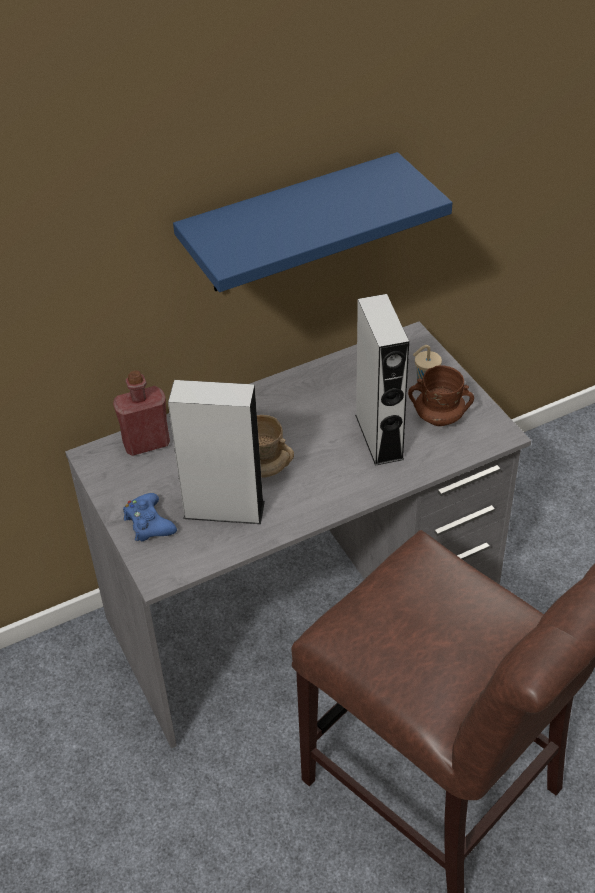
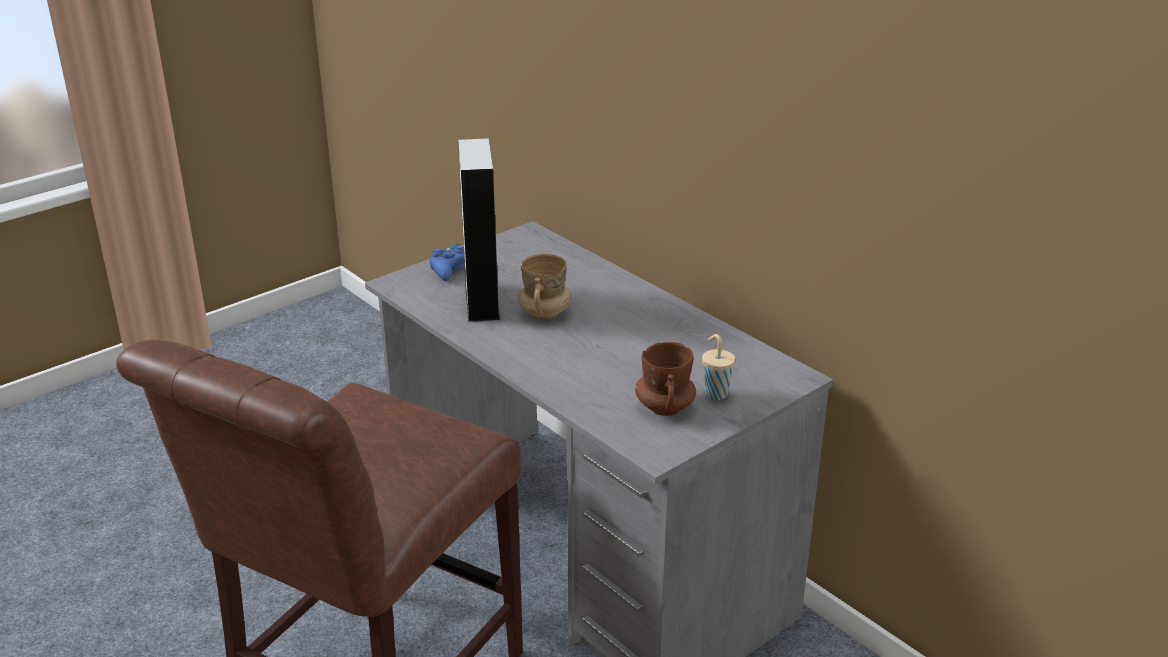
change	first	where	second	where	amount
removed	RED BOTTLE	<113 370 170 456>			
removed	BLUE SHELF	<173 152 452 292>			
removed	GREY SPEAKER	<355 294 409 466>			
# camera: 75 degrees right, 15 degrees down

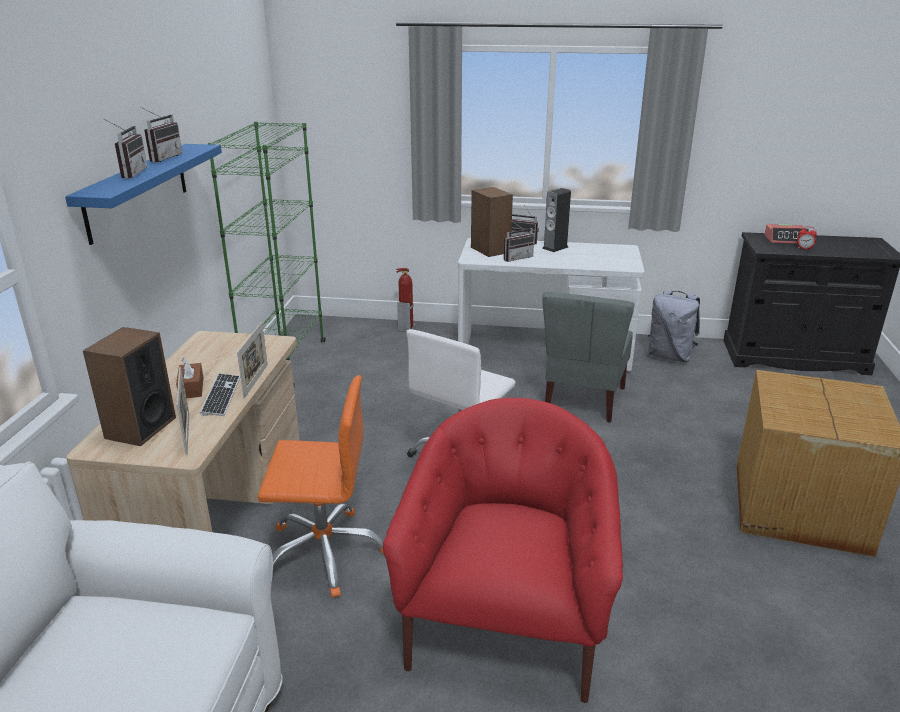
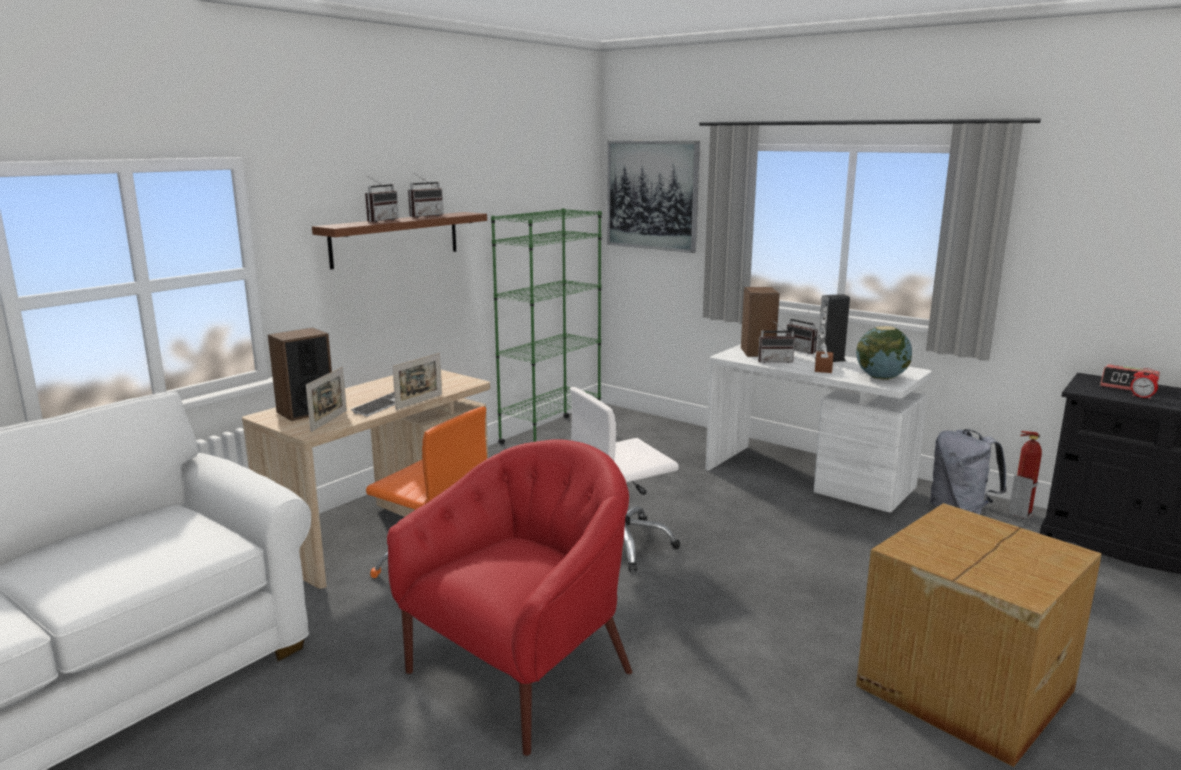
change	first	where	second	where	amount
removed	GREY CHAIR	<543 292 635 422>			
added			PICTURE	<607 141 700 253>	
added			GLOBE	<856 326 912 380>	
moved	BROWN TISSUE BOX	<176 358 204 398>		<815 343 833 373>	
moved	FIRE EXTINGUISHER	<396 268 416 332>		<1008 431 1042 520>	
recoloured	BLUE SHELF	<65 144 222 245>	BROWN SHELF	<312 212 487 269>	
# camera: 30 degrees right, 10 degrees down

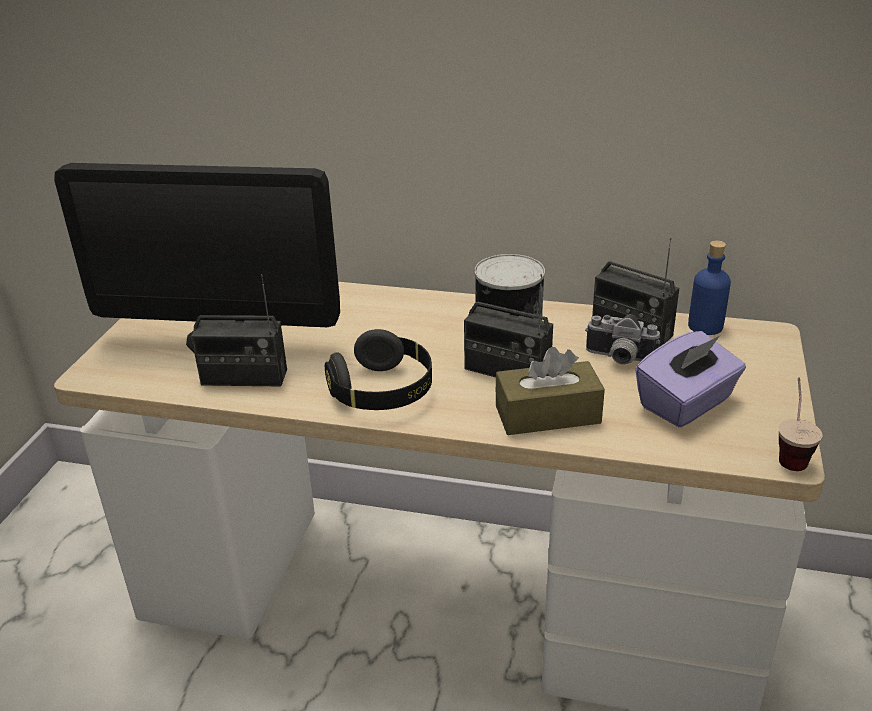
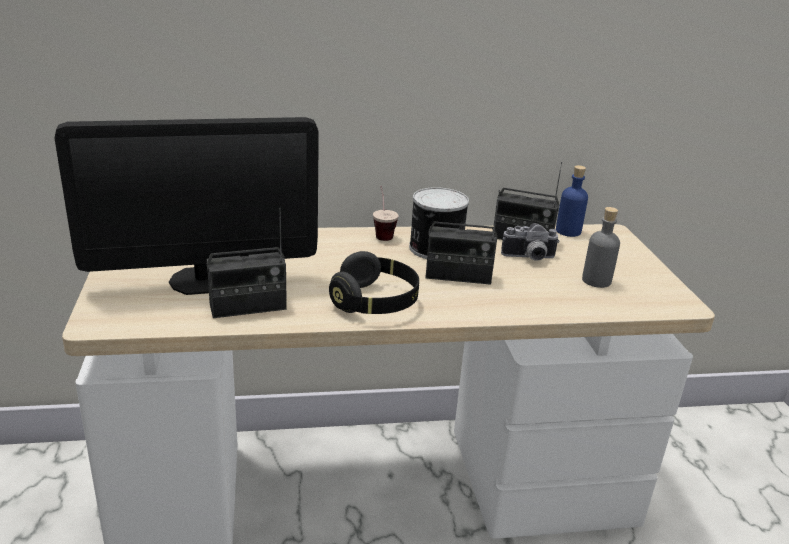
change	first	where	second	where	amount
removed	BROWN TISSUE BOX	<496 347 605 435>			
moved	CUP	<779 377 823 471>		<373 185 399 241>	
replaced	PURPLE TISSUE BOX	<635 331 746 427>	GREY BOTTLE	<582 207 620 288>	
# camera: 25 degrees left, 5 degrees down

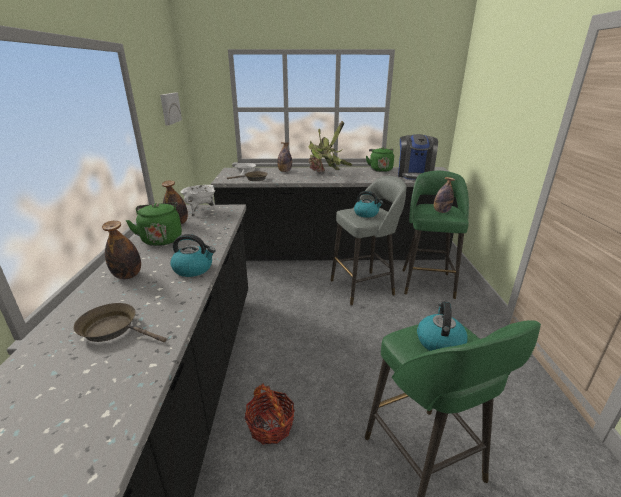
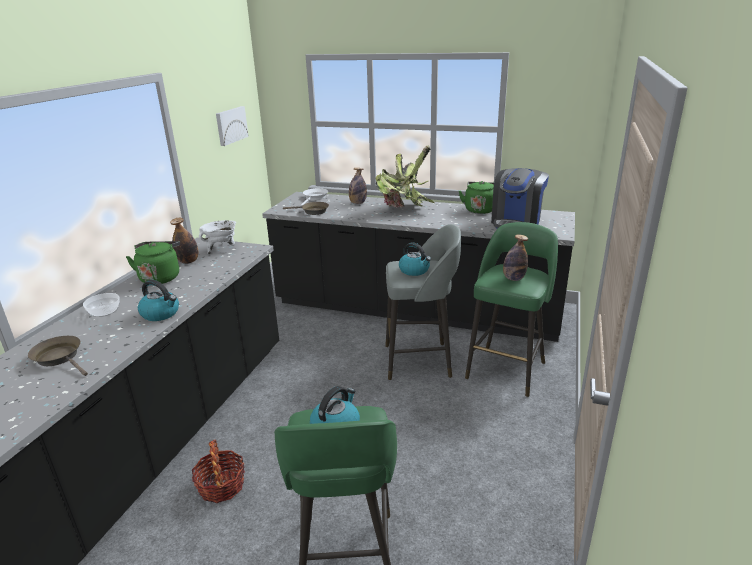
change	first	where	second	where	amount
replaced	BOTTLE	<102 221 141 279>	BOWL	<83 293 120 317>	
# camera: 20 degrees right, 0 degrees up

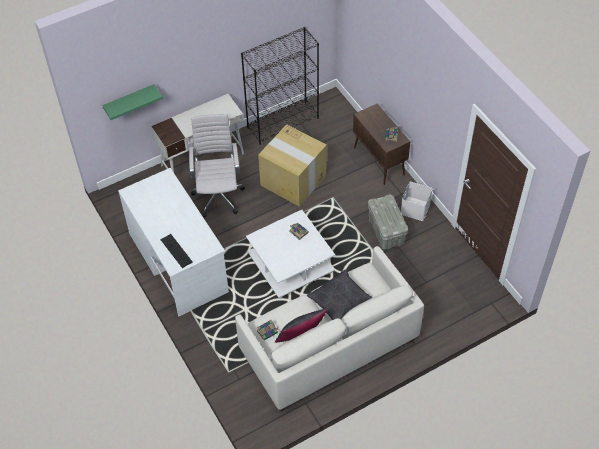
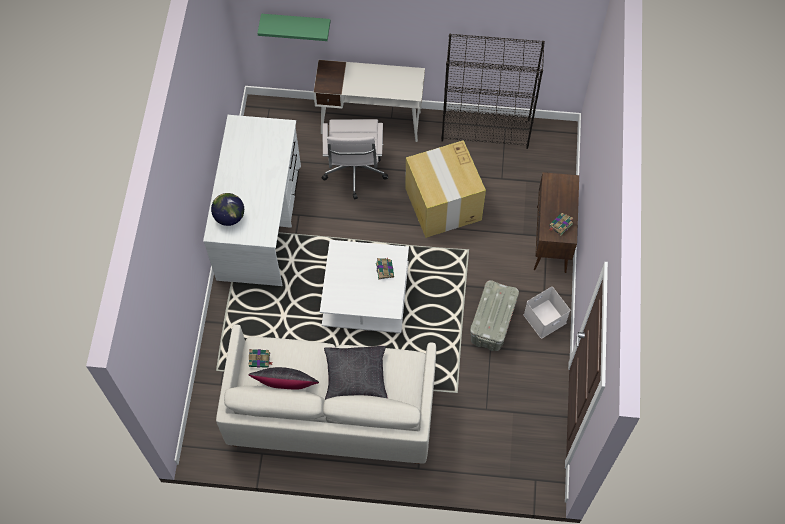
change	first	where	second	where	amount
replaced	KEYBOARD	<160 234 193 268>	GLOBE	<211 193 244 226>	
turned	WHITE OFFICE CHAIR	<189 114 245 217>		<322 119 388 200>	150 degrees clockwise
# camera: 35 degrees right, 10 degrees up

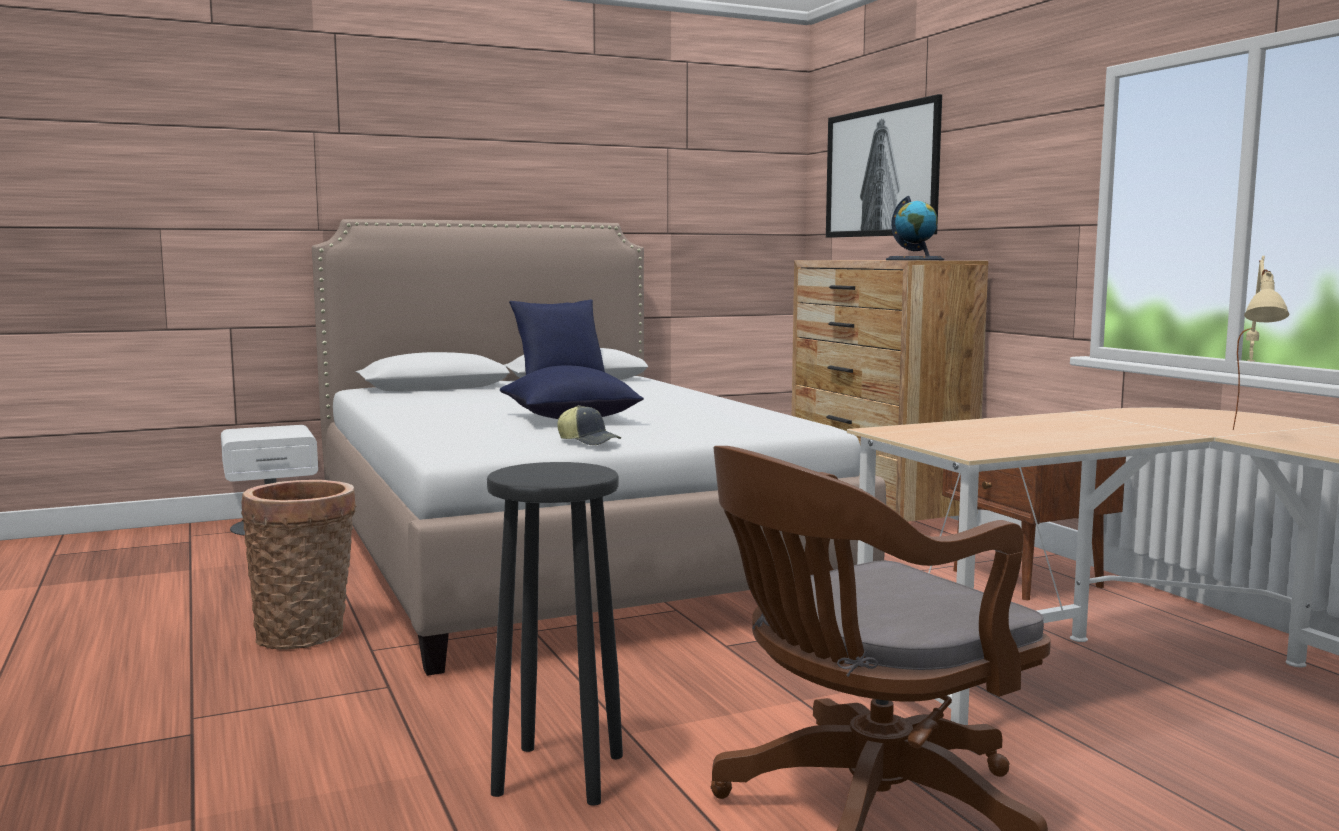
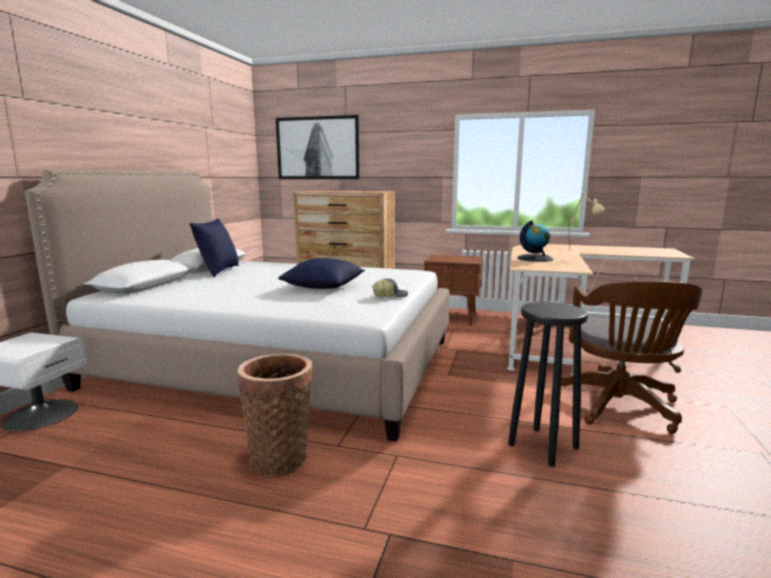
change	first	where	second	where	amount
moved	GLOBE	<886 196 944 260>		<517 220 554 262>	
# camera: 50 degrees left, 5 degrees up

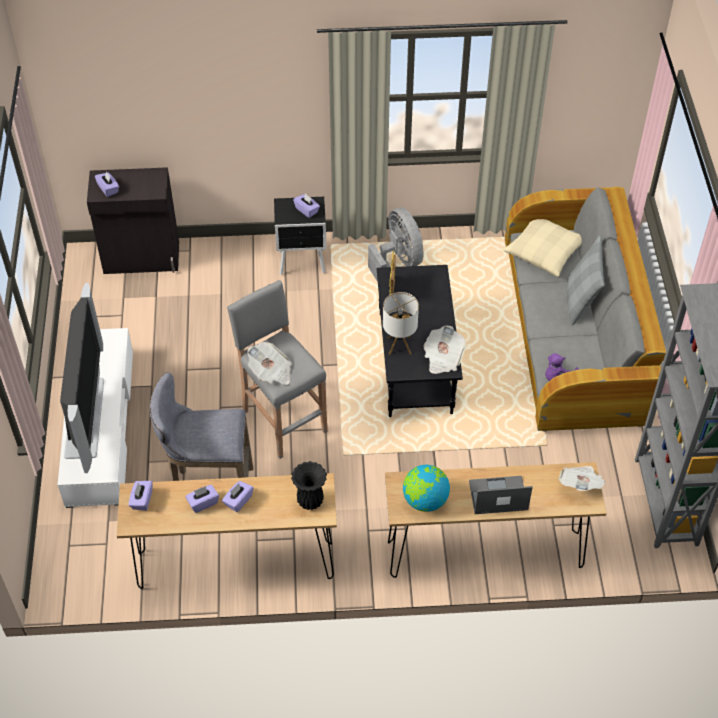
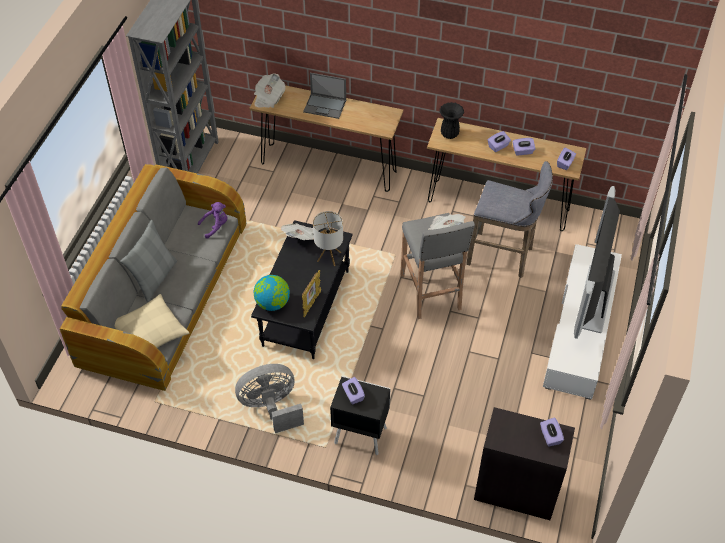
change	first	where	second	where	amount
moved	GLOBE	<403 465 450 512>		<254 275 290 311>	
turned	GREY FAN	<368 207 423 282>		<235 364 304 433>	75 degrees clockwise
# camera: 160 degrees left, 0 degrees up

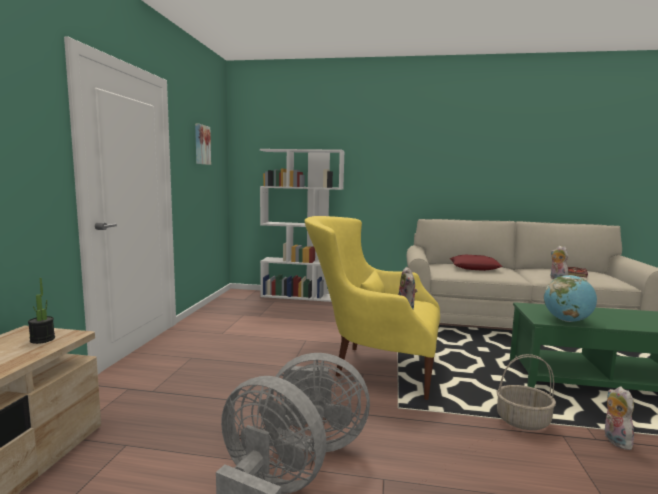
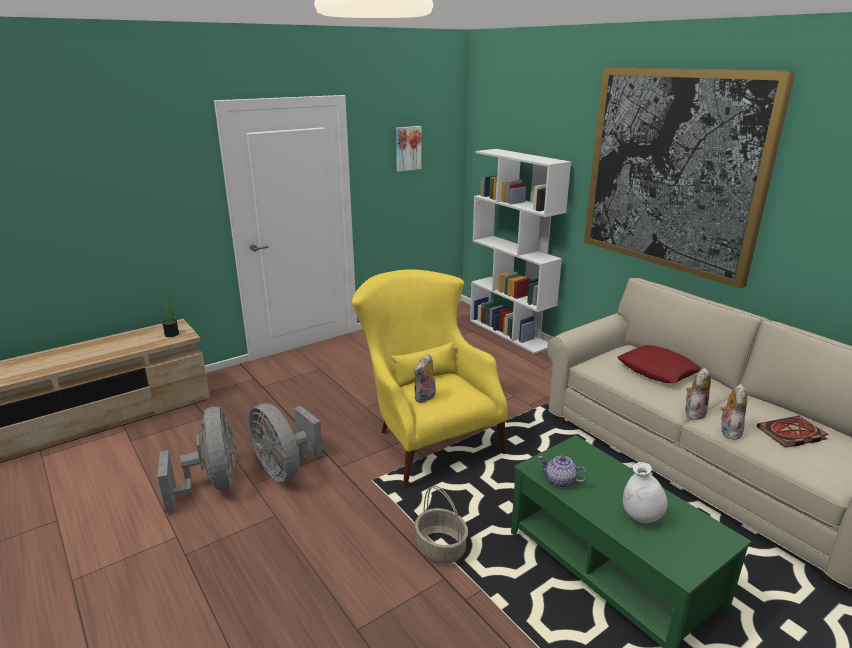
change	first	where	second	where	amount
added			PICTURE	<584 67 795 289>	
added			WHITE VASE	<623 462 667 523>	
moved	PLUSH TOY	<605 386 634 450>		<685 368 711 420>	
replaced	GLOBE	<544 275 597 322>	TEAPOT	<538 456 588 488>	
# camera: 45 degrees right, 15 degrees up

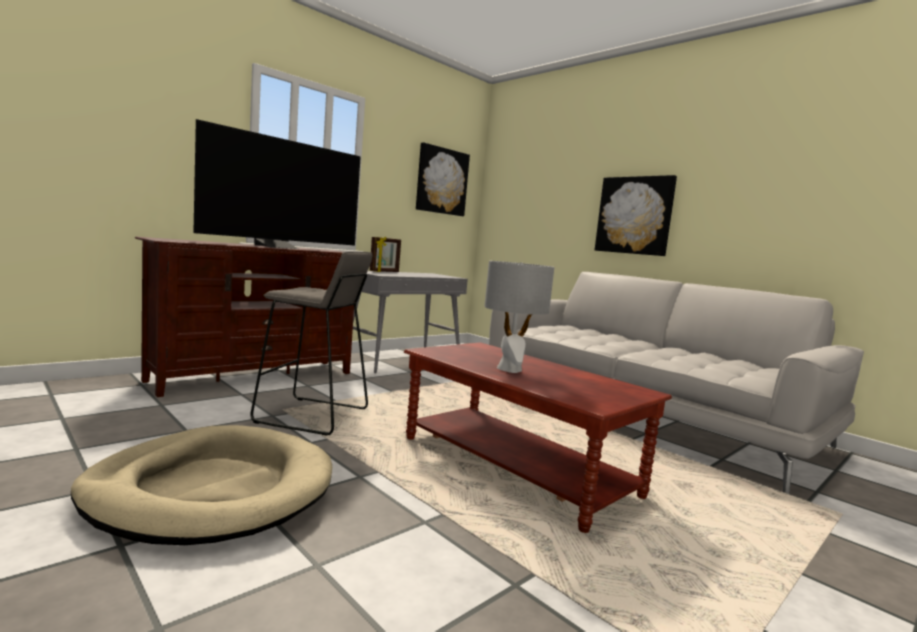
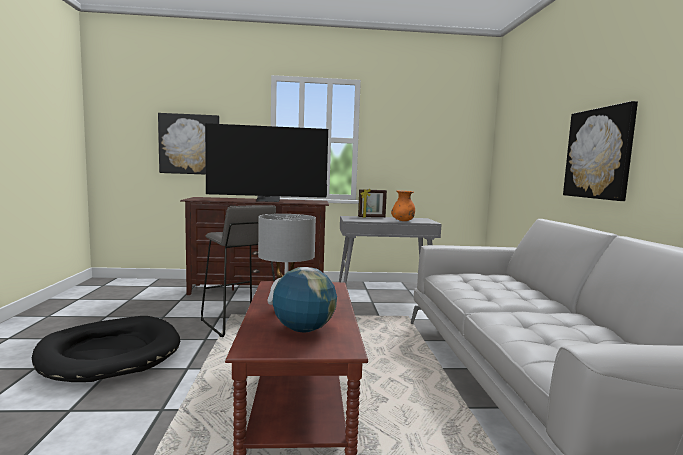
change	first	where	second	where	amount
added			GLOBE	<273 267 337 332>	
added			ORANGE VASE	<391 190 415 221>	
moved	PICTURE	<416 142 470 216>		<158 113 219 175>	
recoloured	BEIGE DOG BED	<71 425 332 545>	BLACK DOG BED	<32 316 180 382>	
# camera: 40 degrees right, 0 degrees up

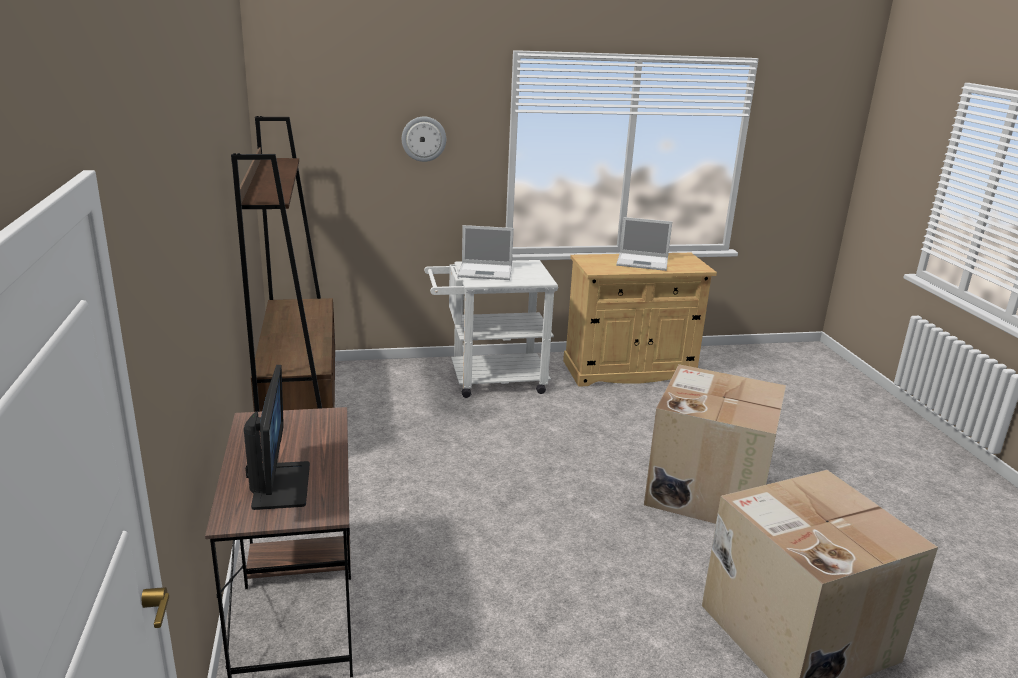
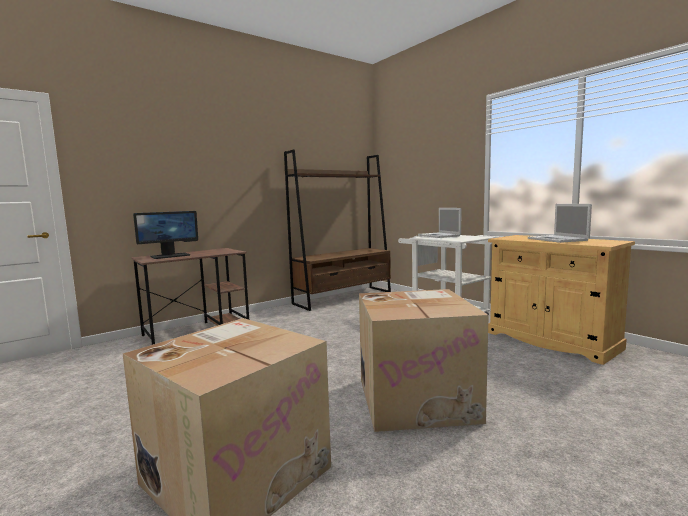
change	first	where	second	where	amount
removed	WALL CLOCK	<402 117 446 162>			
# camera: 65 degrees right, 15 degrees down

